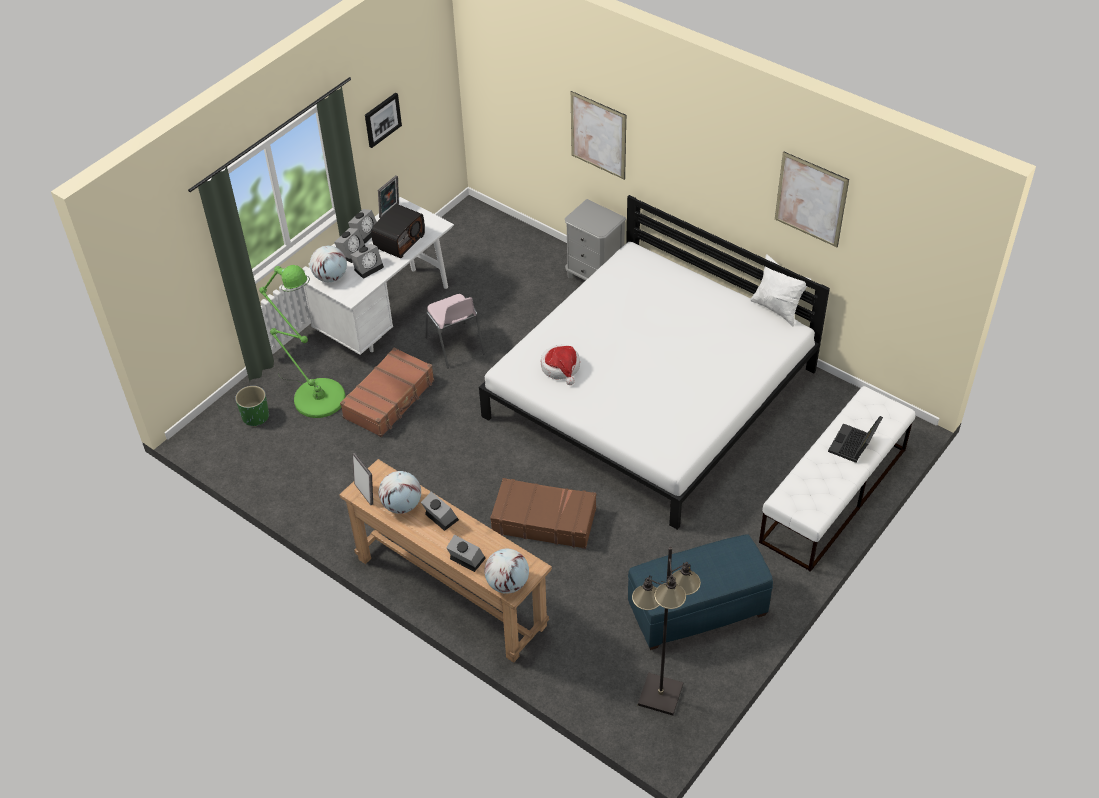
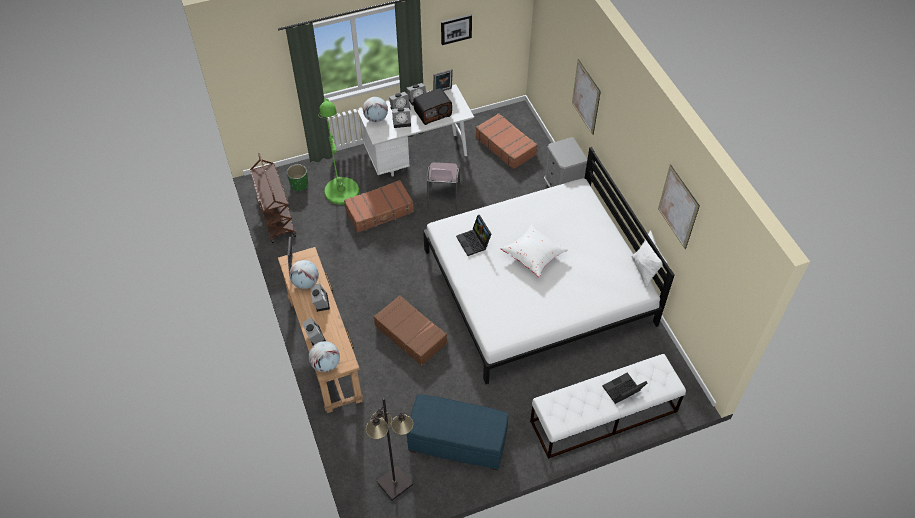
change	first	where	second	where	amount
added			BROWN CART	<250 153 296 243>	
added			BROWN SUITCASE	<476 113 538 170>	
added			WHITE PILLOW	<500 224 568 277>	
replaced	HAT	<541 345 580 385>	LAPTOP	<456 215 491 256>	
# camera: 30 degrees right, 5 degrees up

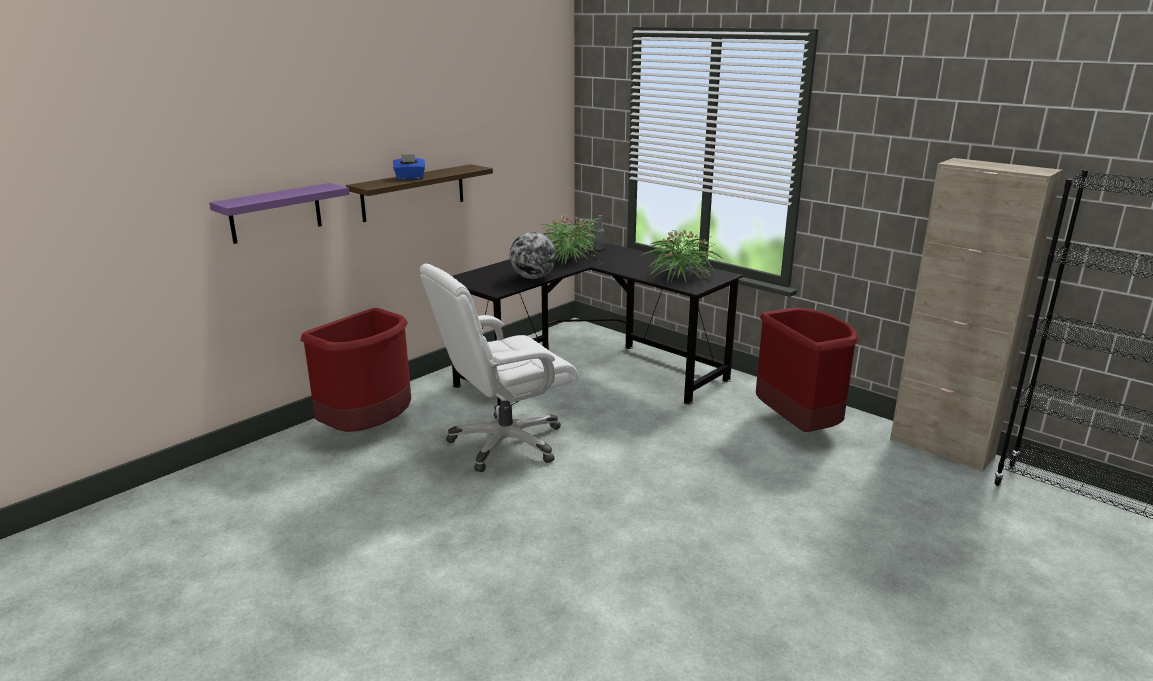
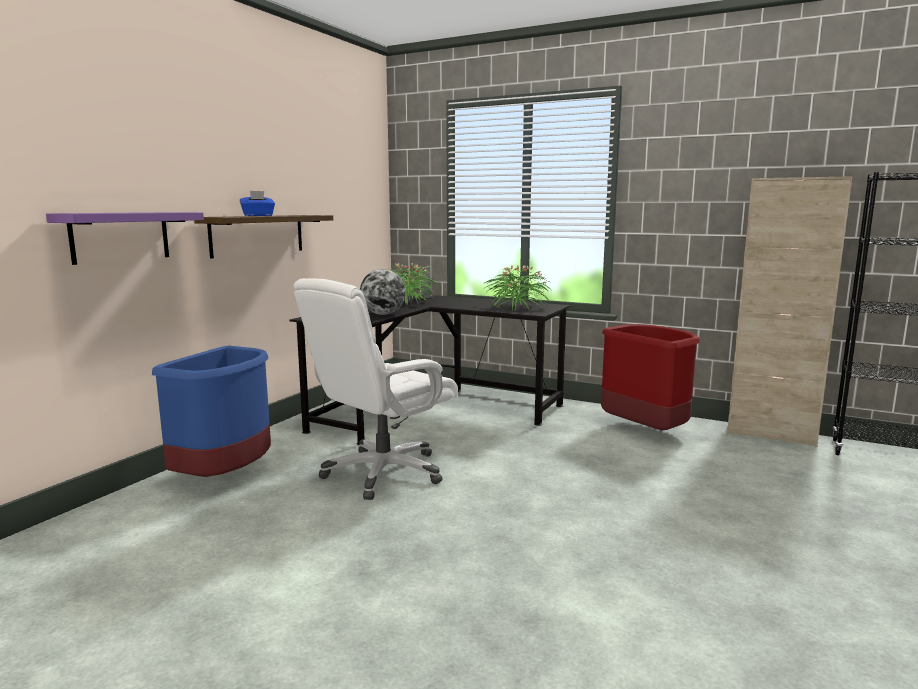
change	first	where	second	where	amount
recoloured	RED TRASH CAN	<300 308 411 432>	BLUE TRASH CAN	<152 346 271 477>	
# camera: 15 degrees left, 10 degrees down

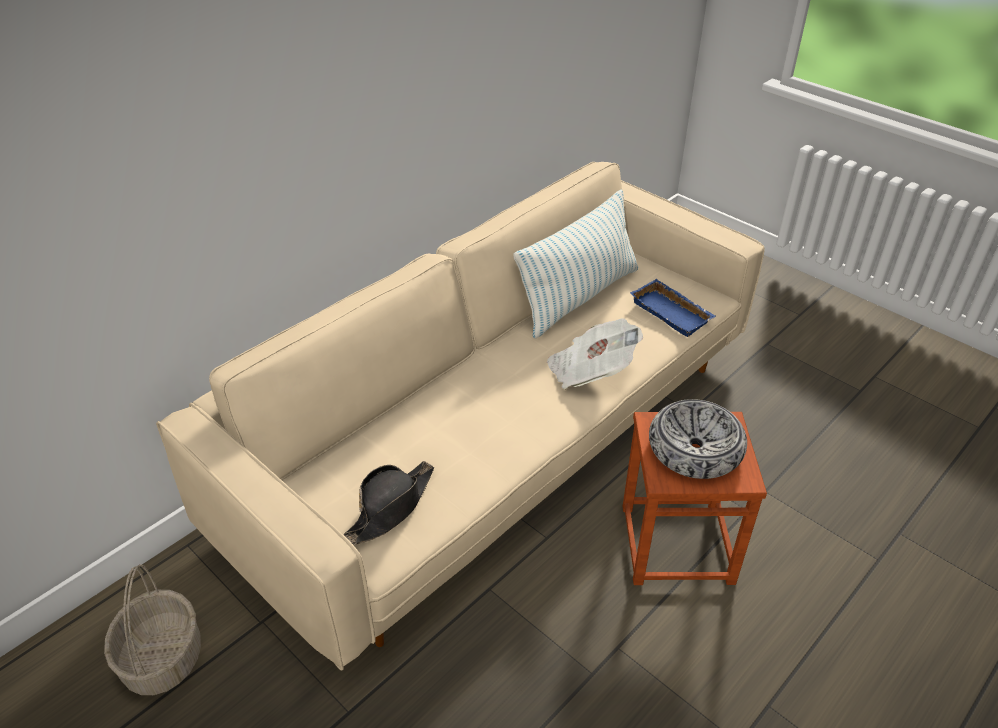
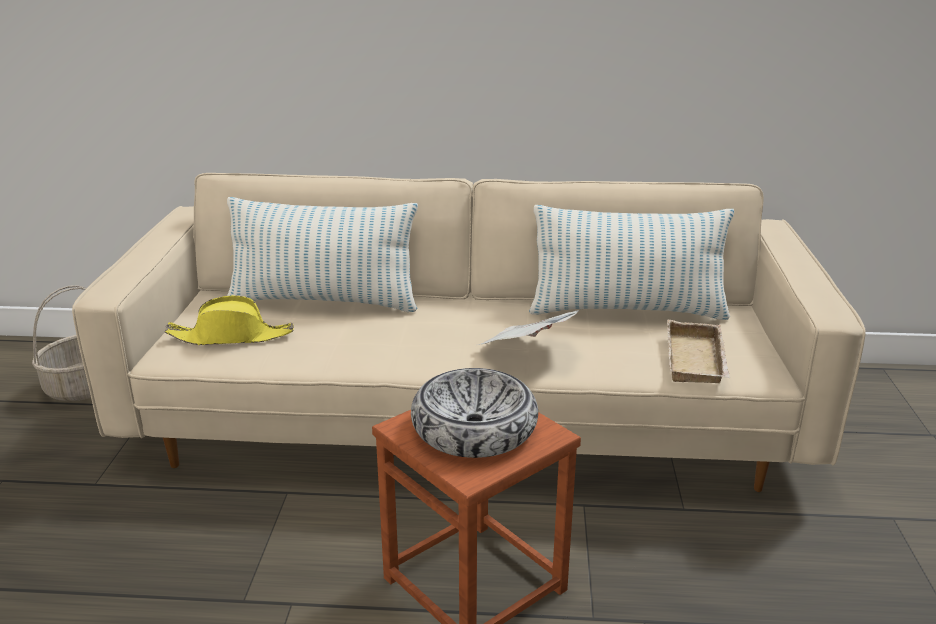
change	first	where	second	where	amount
added			PILLOW	<227 197 418 312>	
recoloured	BLACK HAT	<343 461 434 545>	YELLOW HAT	<165 295 294 345>	
recoloured	BLUE TRAY	<630 279 716 337>	BEIGE TRAY	<667 320 730 383>	
# camera: 50 degrees right, 15 degrees down

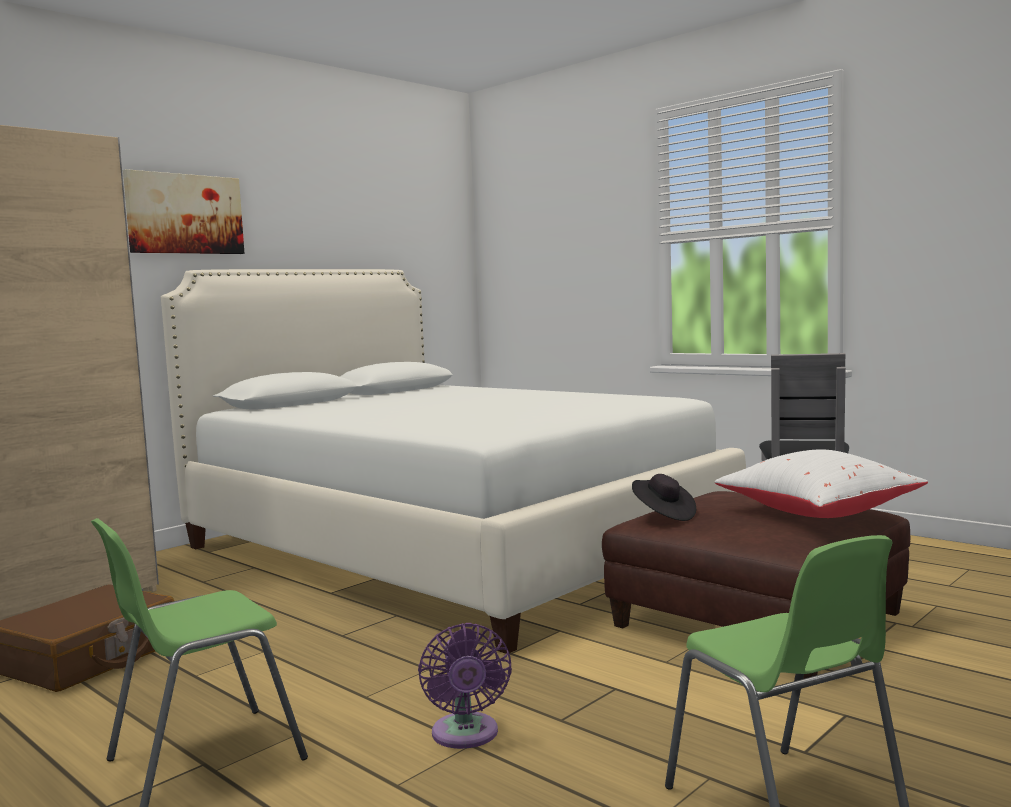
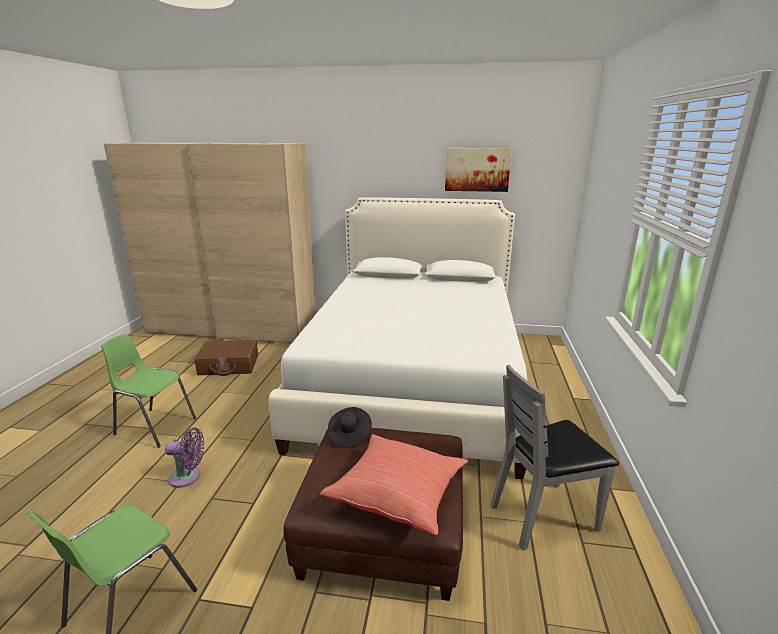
change	first	where	second	where	amount
moved	PICTURE	<123 169 245 254>		<445 148 512 192>	
recoloured	WHITE PILLOW	<715 449 928 518>	RED PILLOW	<320 434 468 535>	
turned	PURPLE FAN	<418 623 512 749>		<165 427 204 488>	135 degrees counterclockwise
# camera: 55 degrees right, 15 degrees up

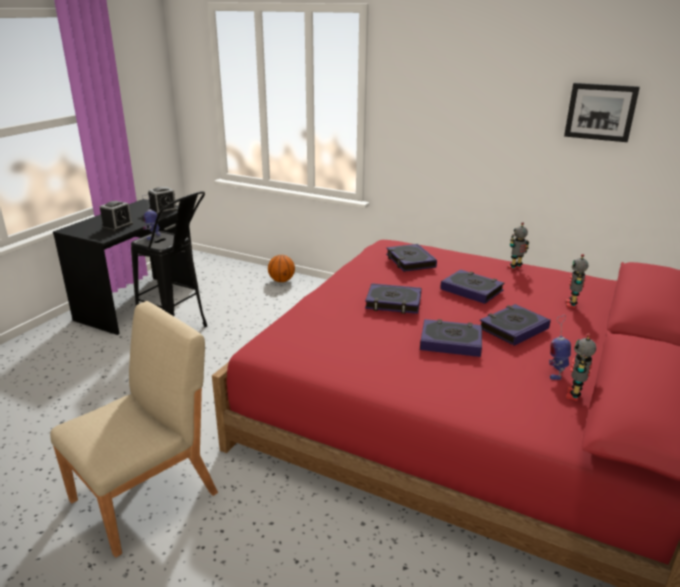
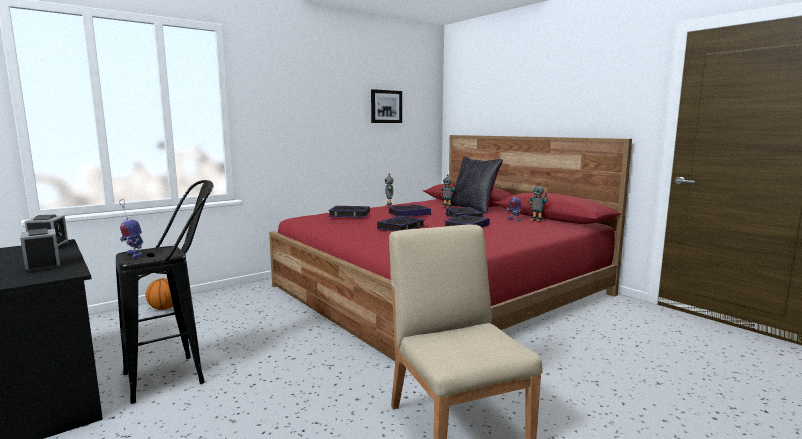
change	first	where	second	where	amount
added			BLACK PILLOW	<451 156 503 214>	
# camera: 65 degrees left, 15 degrees down

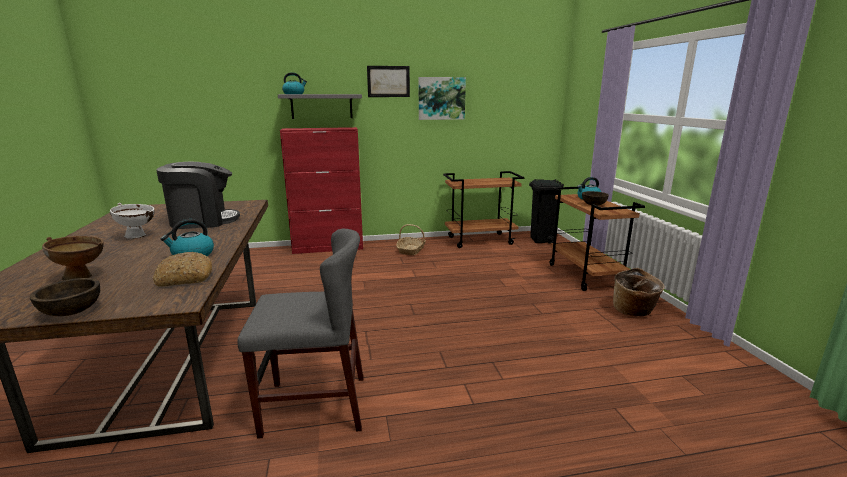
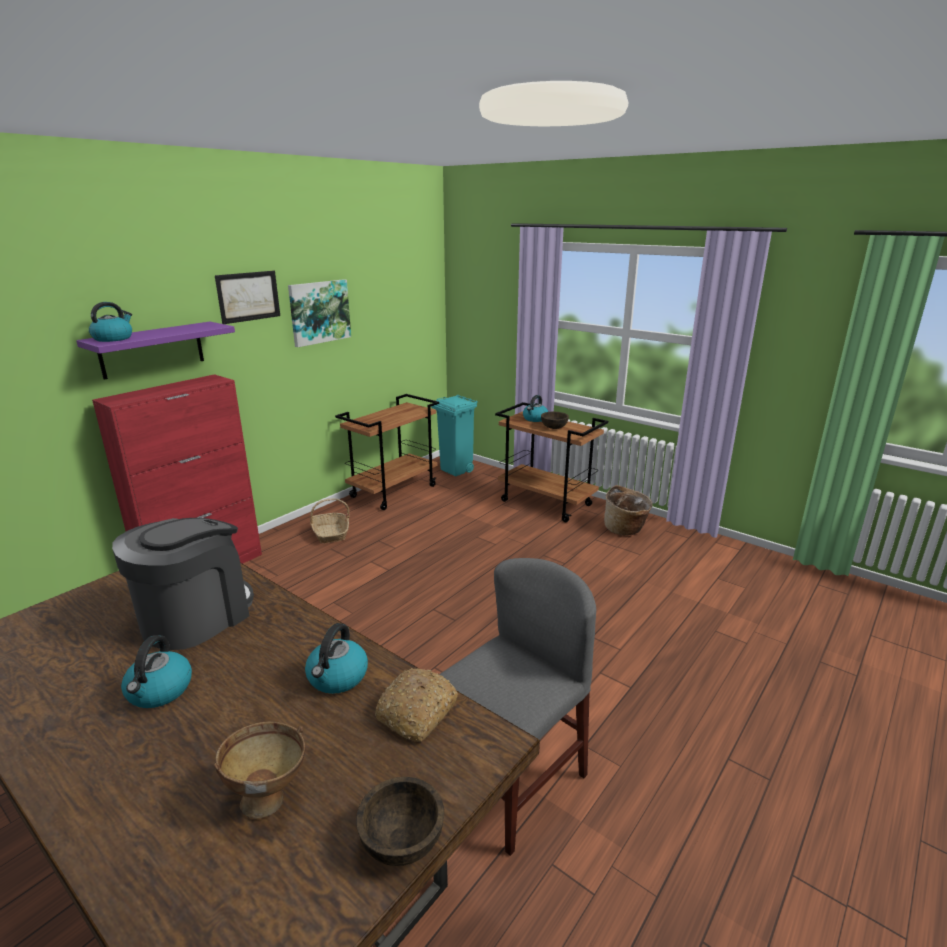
change	first	where	second	where	amount
replaced	WHITE BOWL	<110 203 155 239>	KETTLE	<121 635 192 708>	
recoloured	GREY SHELF	<278 94 362 119>	PURPLE SHELF	<76 322 235 380>	
recoloured	BLACK TRASH CAN	<529 179 564 244>	TURQUOISE TRASH CAN	<431 394 478 477>	
# camera: 40 degrees left, 5 degrees up

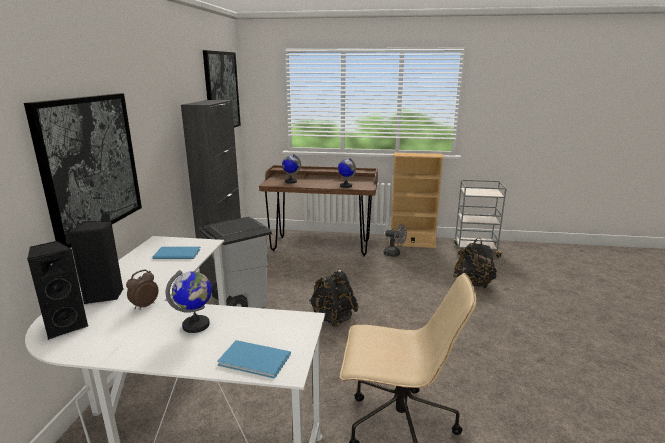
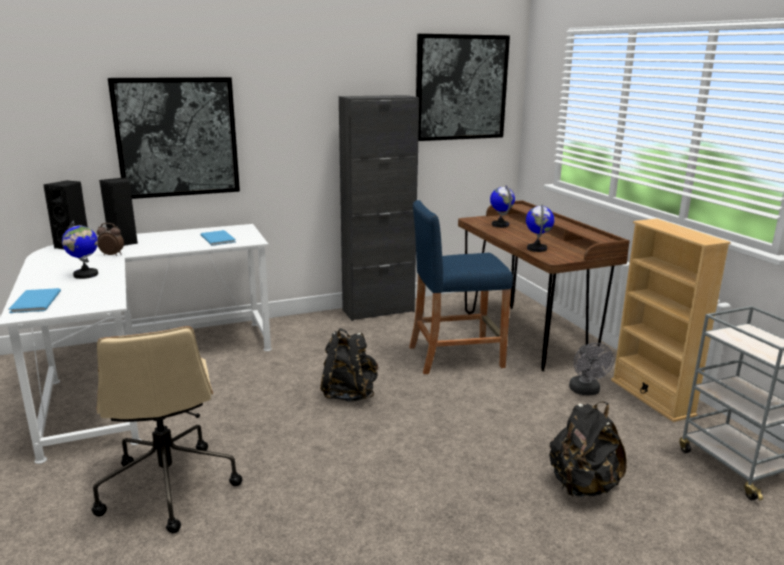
change	first	where	second	where	amount
removed	GREY TRASH CAN	<198 217 272 308>			
added			BLUE STOOL	<409 200 513 374>	
# camera: 60 degrees right, 0 degrees up

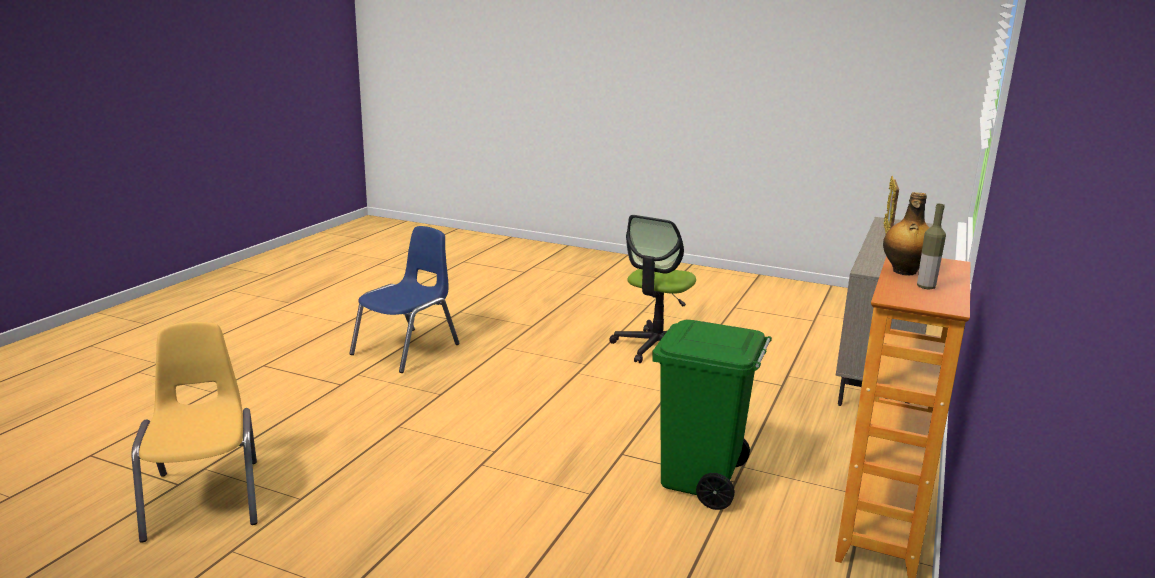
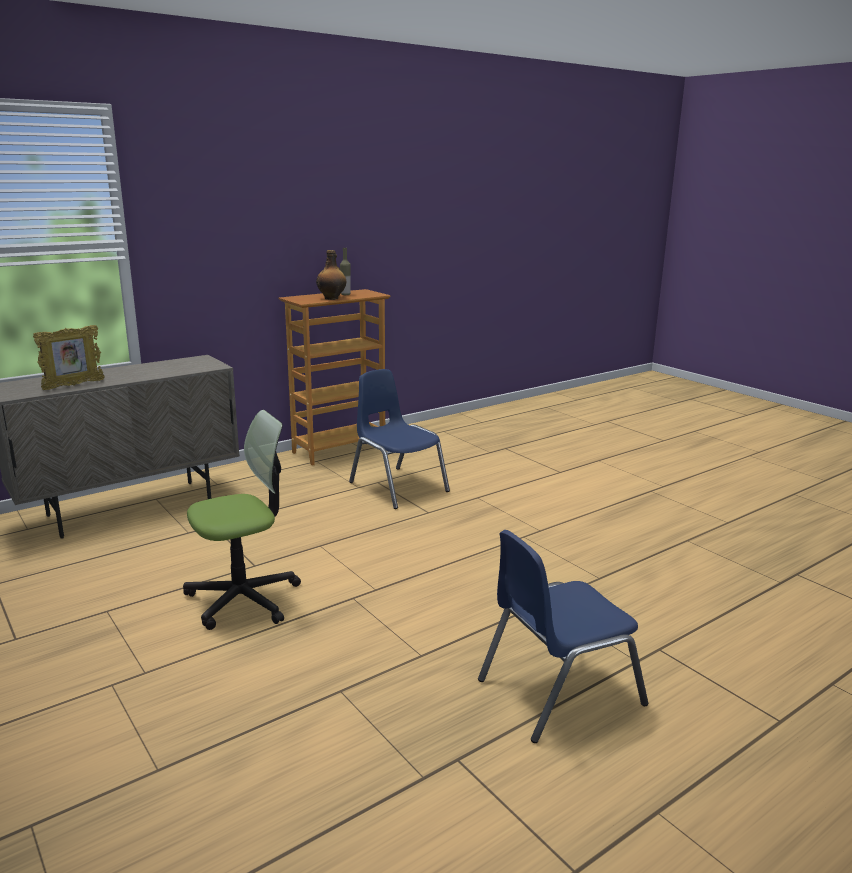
change	first	where	second	where	amount
removed	YELLOW CHAIR	<131 322 258 543>			
replaced	GREEN TRASH CAN	<652 320 772 510>	BLUE CHAIR	<349 369 450 509>	
# camera: 150 degrees left, 0 degrees up

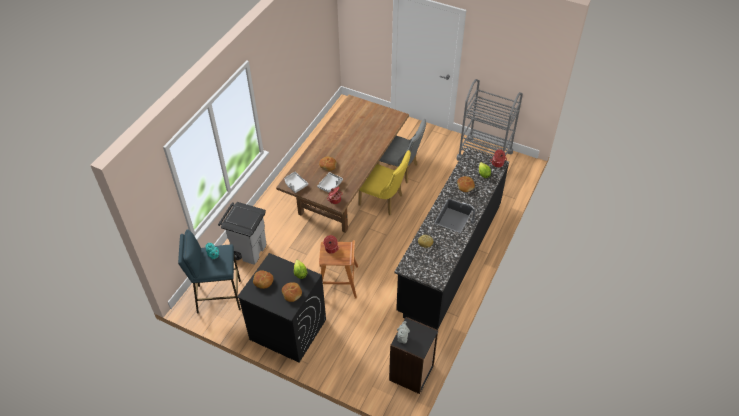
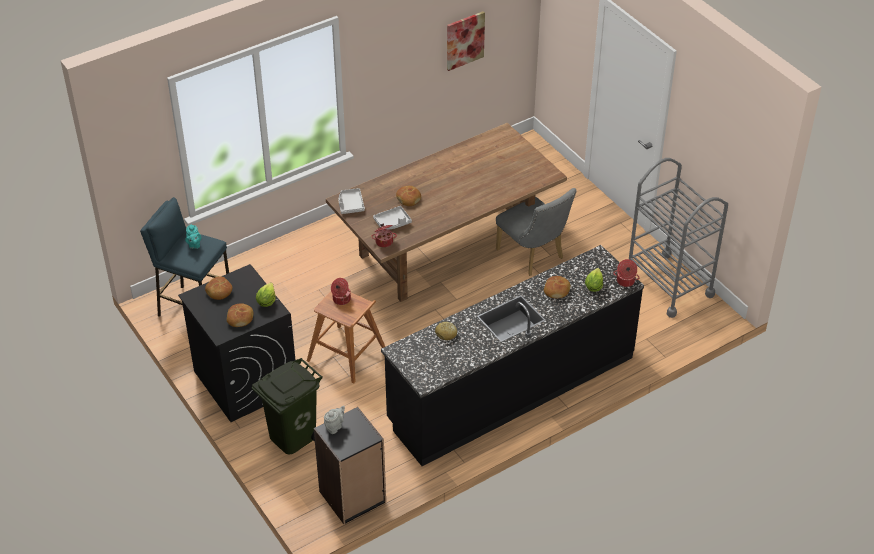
change	first	where	second	where	amount
removed	GREY TRASH CAN	<218 202 266 265>			
removed	YELLOW CHAIR	<358 150 411 215>			
added			GREEN TRASH CAN	<252 358 323 454>	
added			PICTURE	<447 11 485 71>	
# camera: 30 degrees right, 5 degrees down

